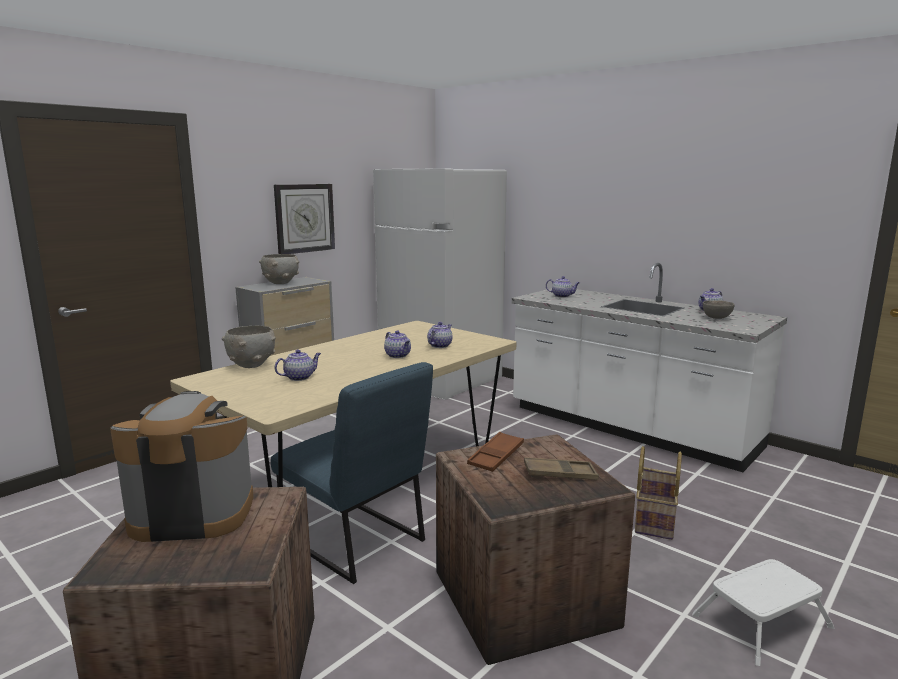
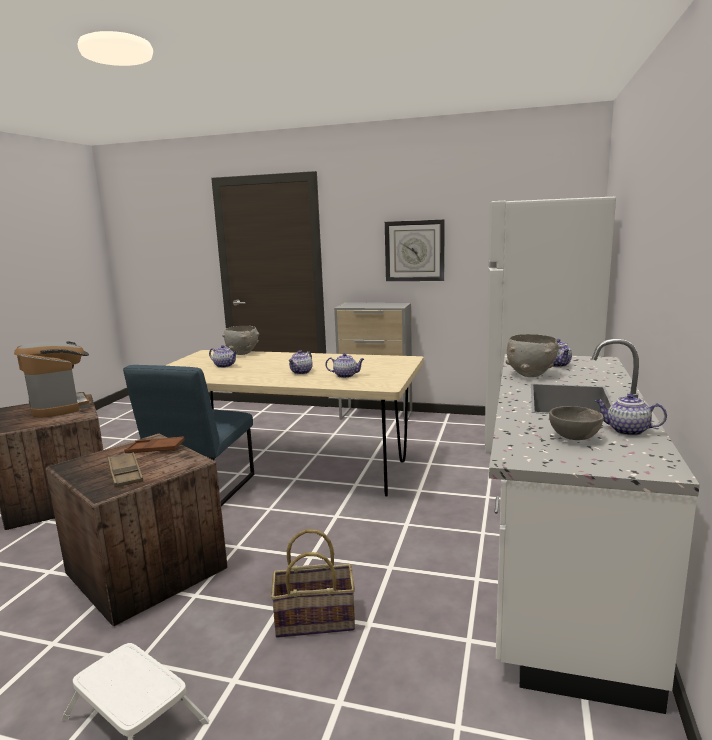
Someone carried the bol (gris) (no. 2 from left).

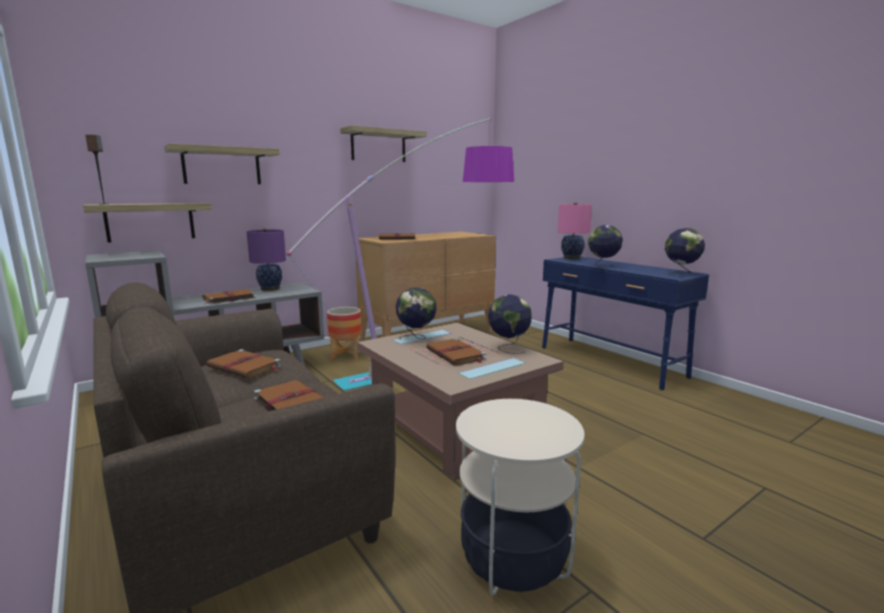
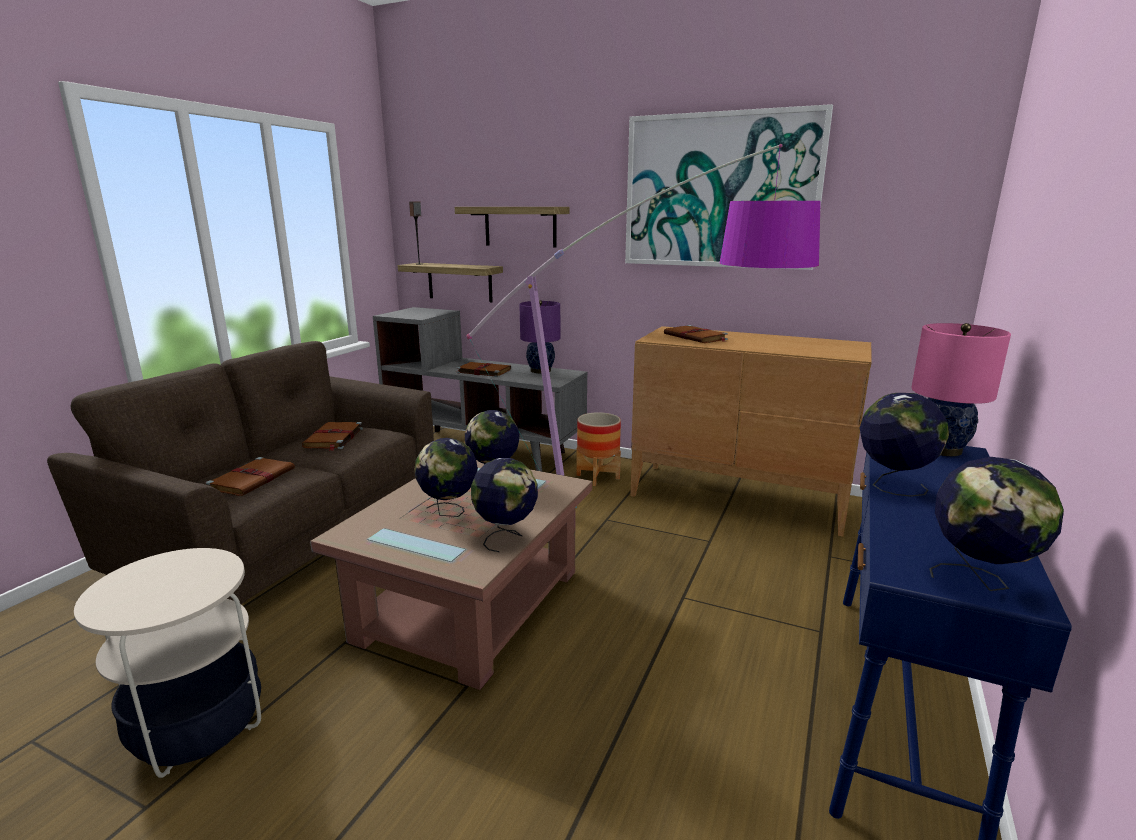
Someone swapped the livre (marron) (no. 5 from left) for the globe (no. 1 from left). Someone swapped the étagère (no. 3 from left) for the tableau.

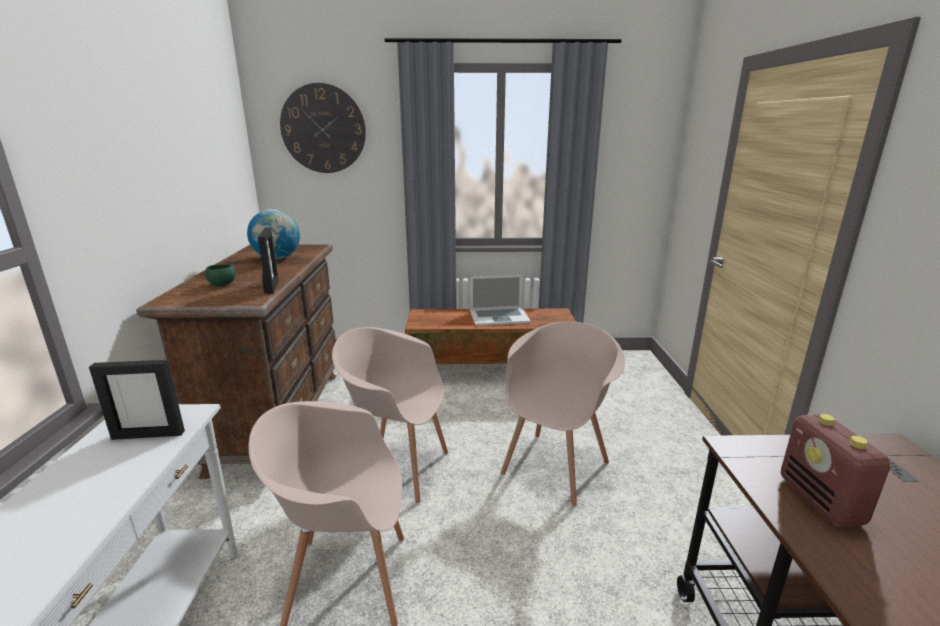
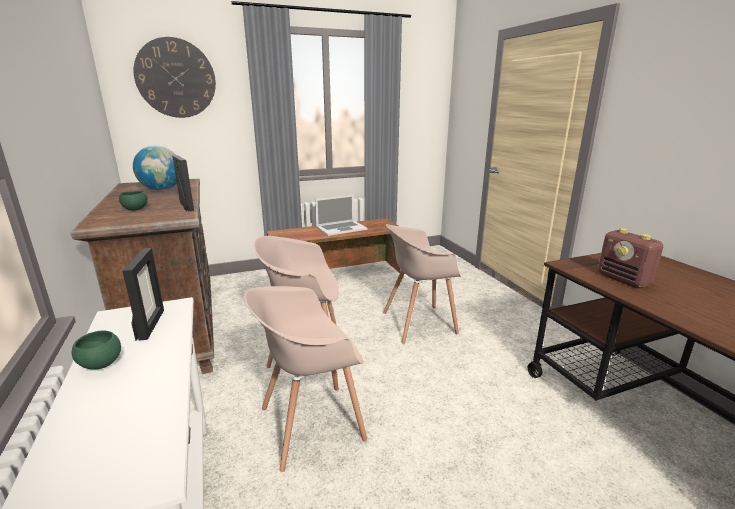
Someone put down the bol (vert) (no. 1 from left). Someone rotated the cadre photo (no. 1 from left) by 75 degrees counterclockwise. Someone rotated the chaise (beige) (no. 3 from left) by 120 degrees counterclockwise.

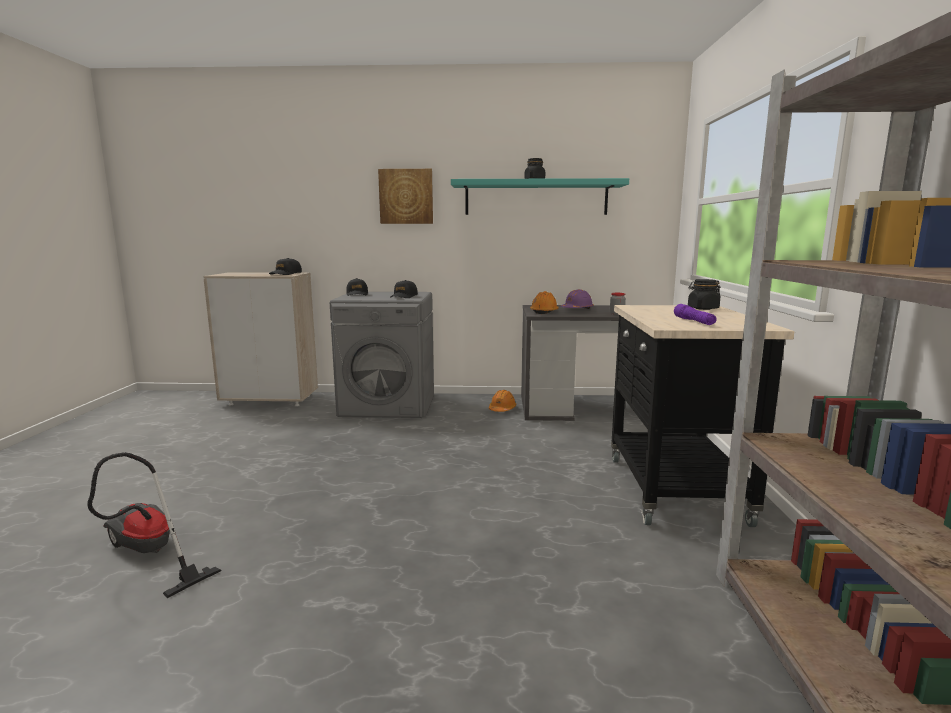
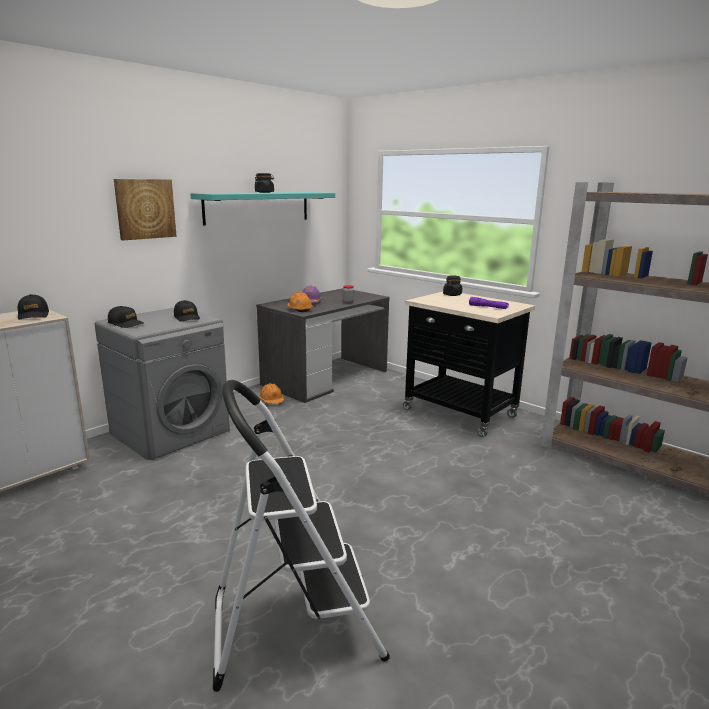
Someone swapped the aspirateur for the escabeau.

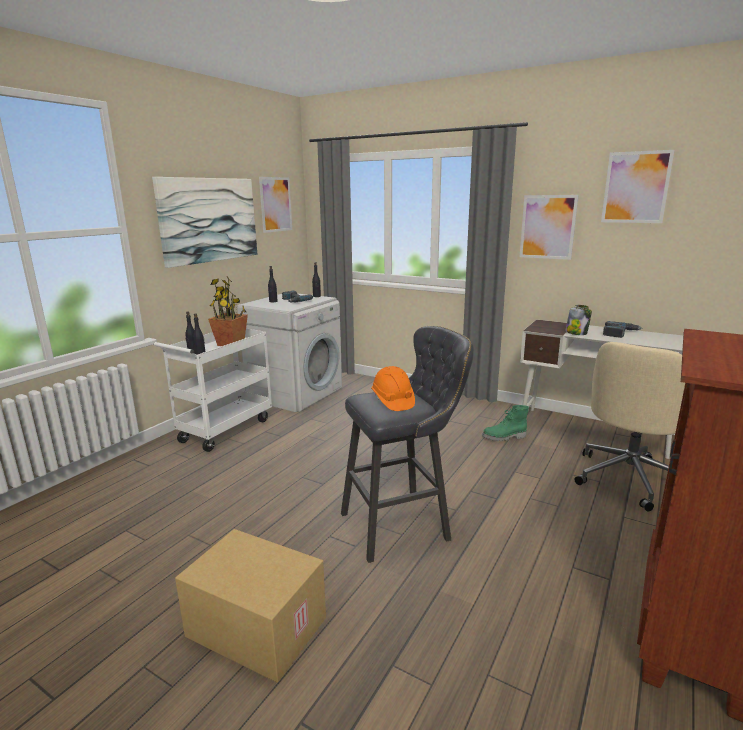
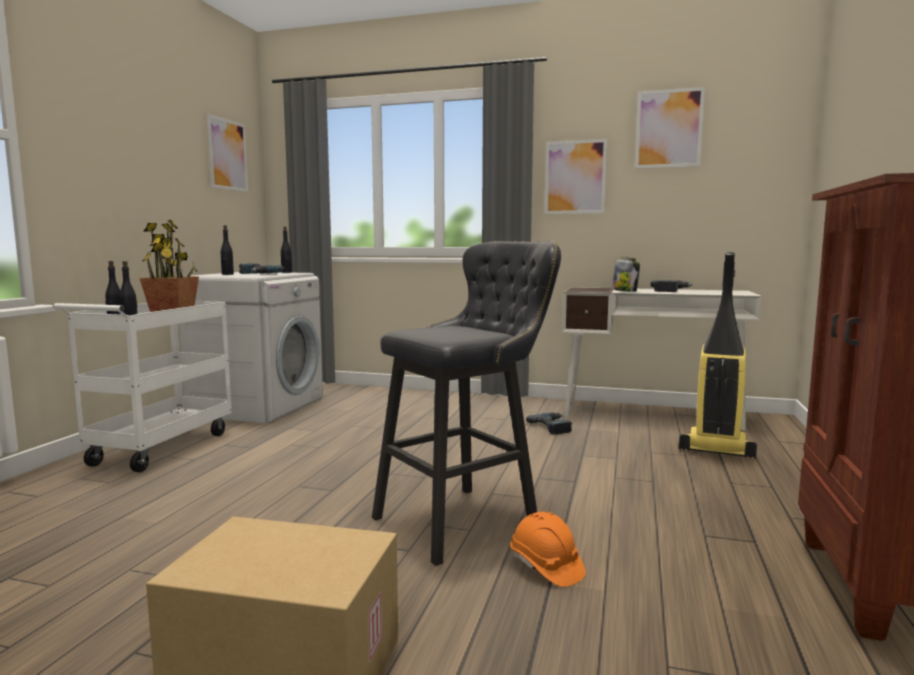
Someone carried the casque de chantier (orange). Someone swapped the botte (vert) for the perceuse (no. 2 from left). Someone swapped the chaise de bureau (beige) for the aspirateur. Someone took away the tableau (no. 1 from left).

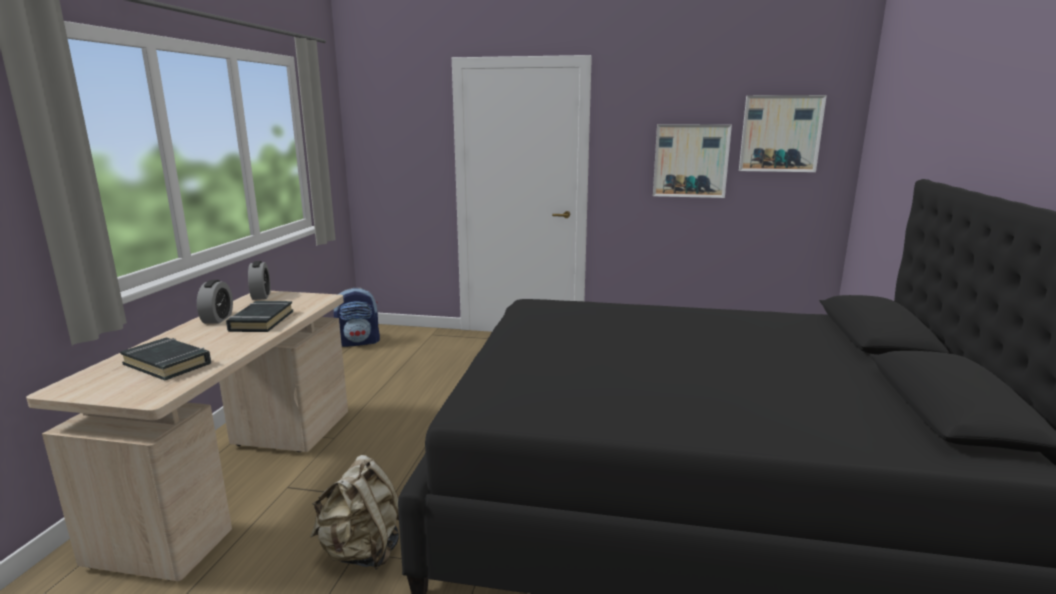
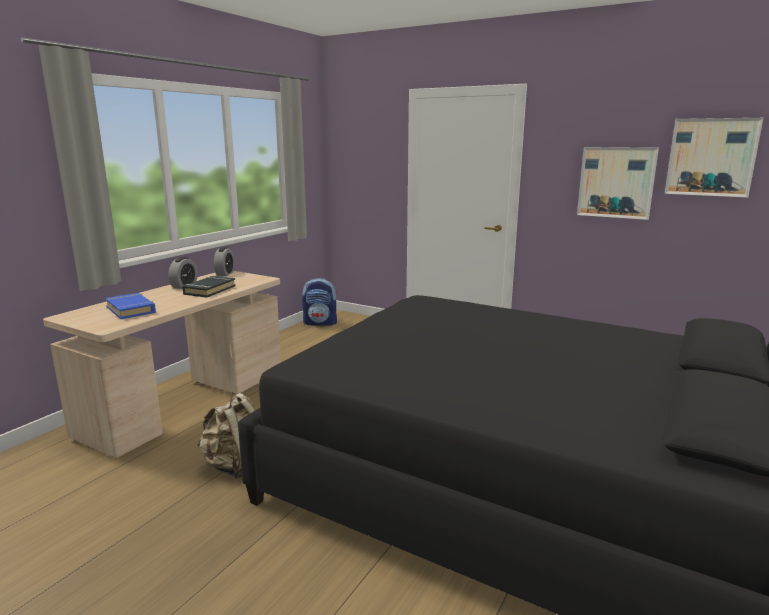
Someone repainted the livre (noir) (no. 1 from left), which became the livre (bleu).

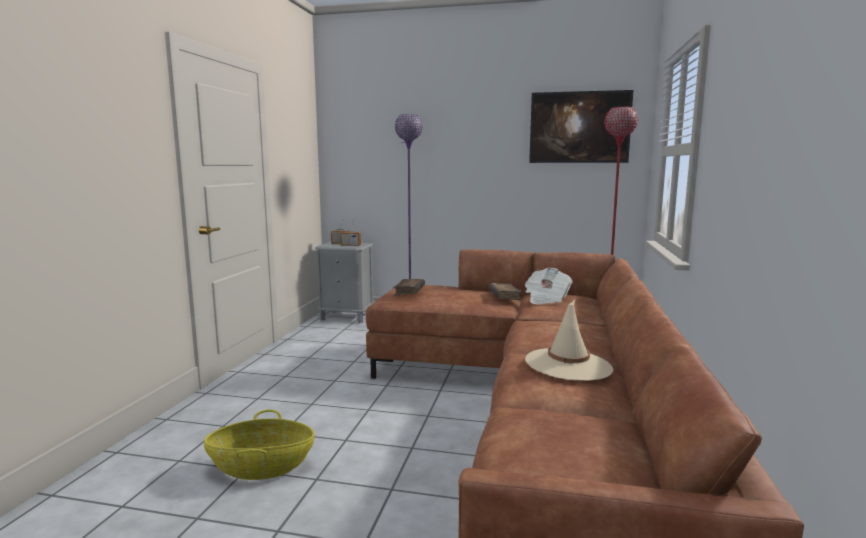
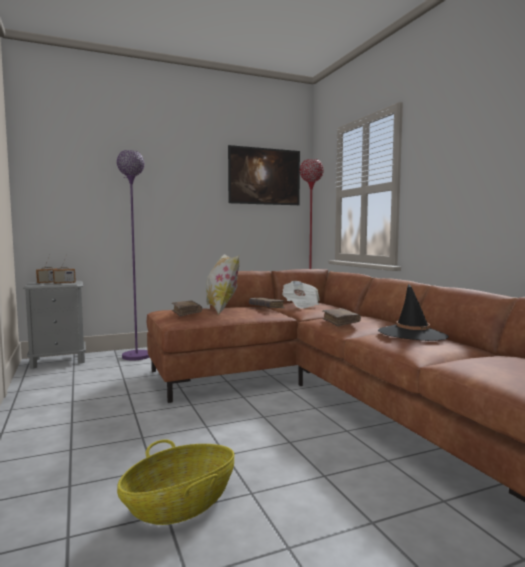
Someone put down the coussin. Someone put down the livre (marron) (no. 3 from left). Someone repainted the chapeau (beige), which became the chapeau (noir).

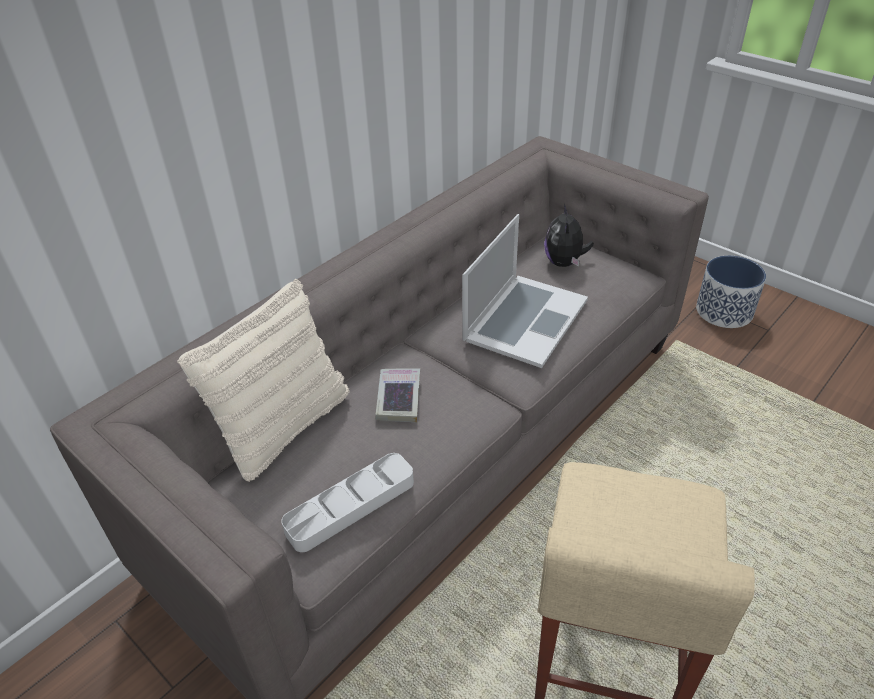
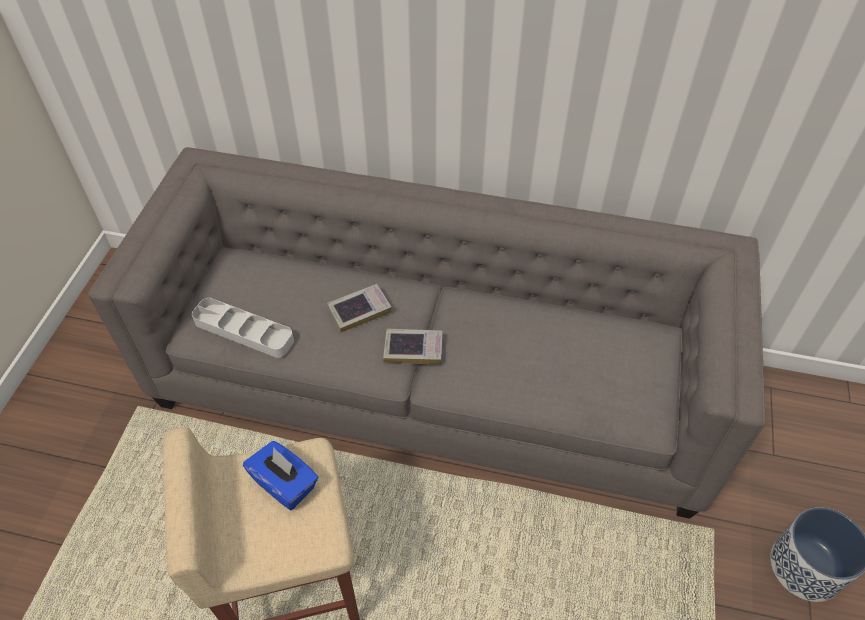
Someone put down the boîte à mouchoirs (bleu). Someone put down the livre (no. 2 from left). Someone took away the coussin (beige). Someone took away the ordinateur portable. Someone took away the peluche.

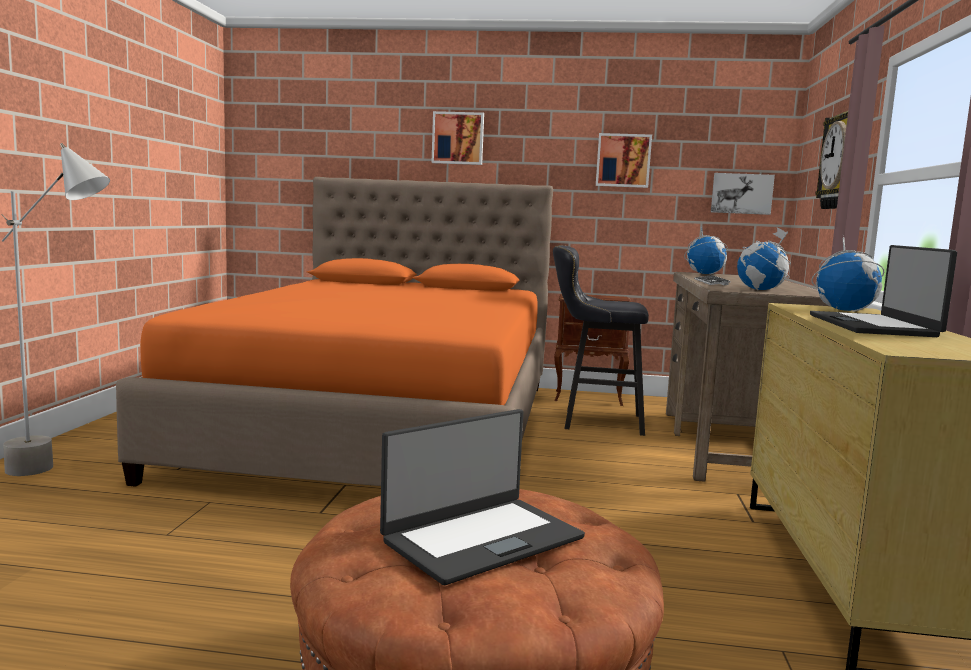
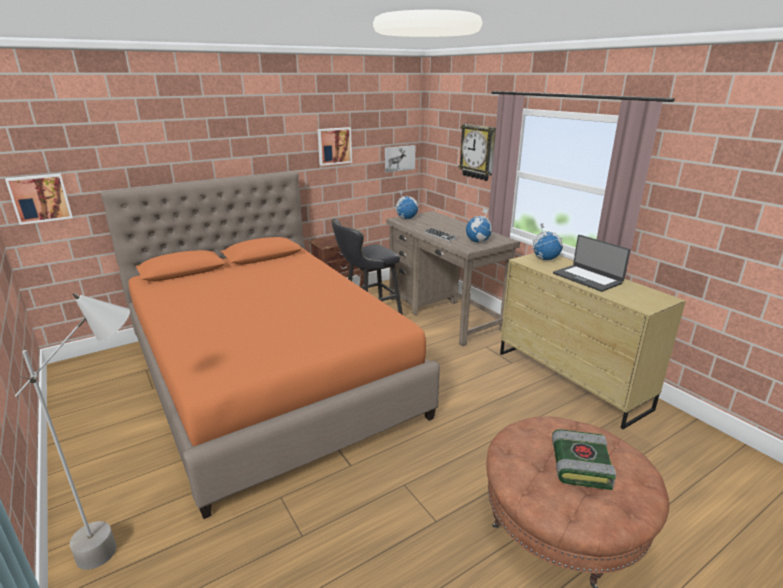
Someone carried the tableau (no. 1 from left). Someone swapped the ordinateur portable (no. 1 from left) for the livre.

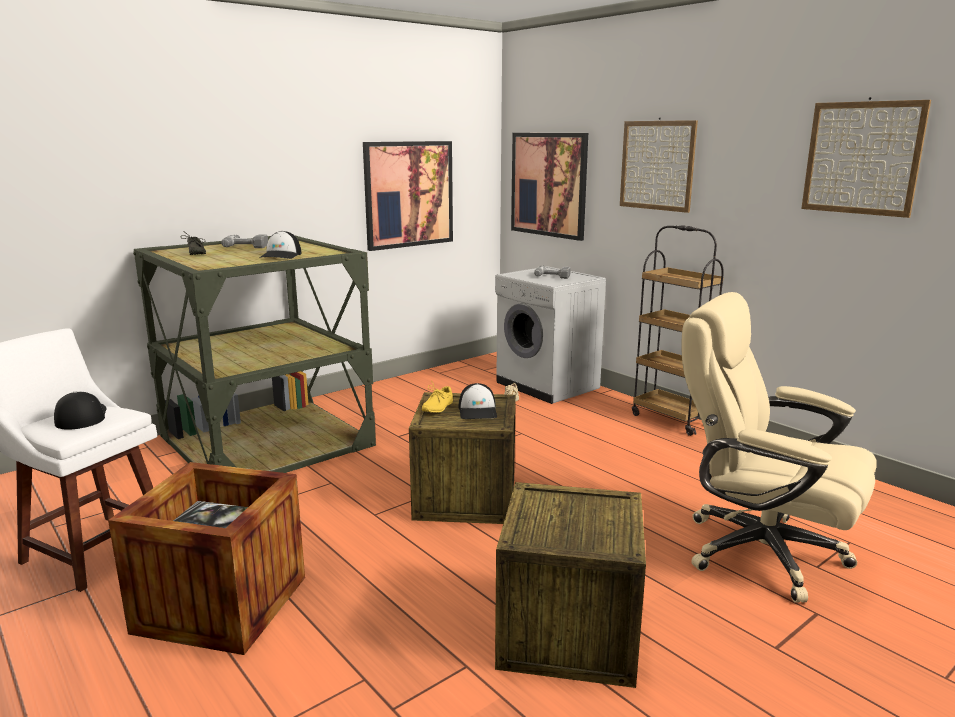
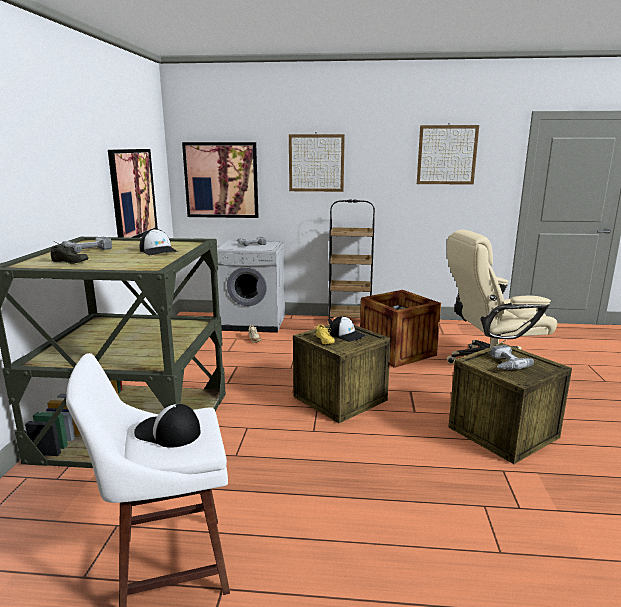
Someone carried the caisse (no. 1 from left in the first image). Someone put down the perceuse (no. 3 from left).

